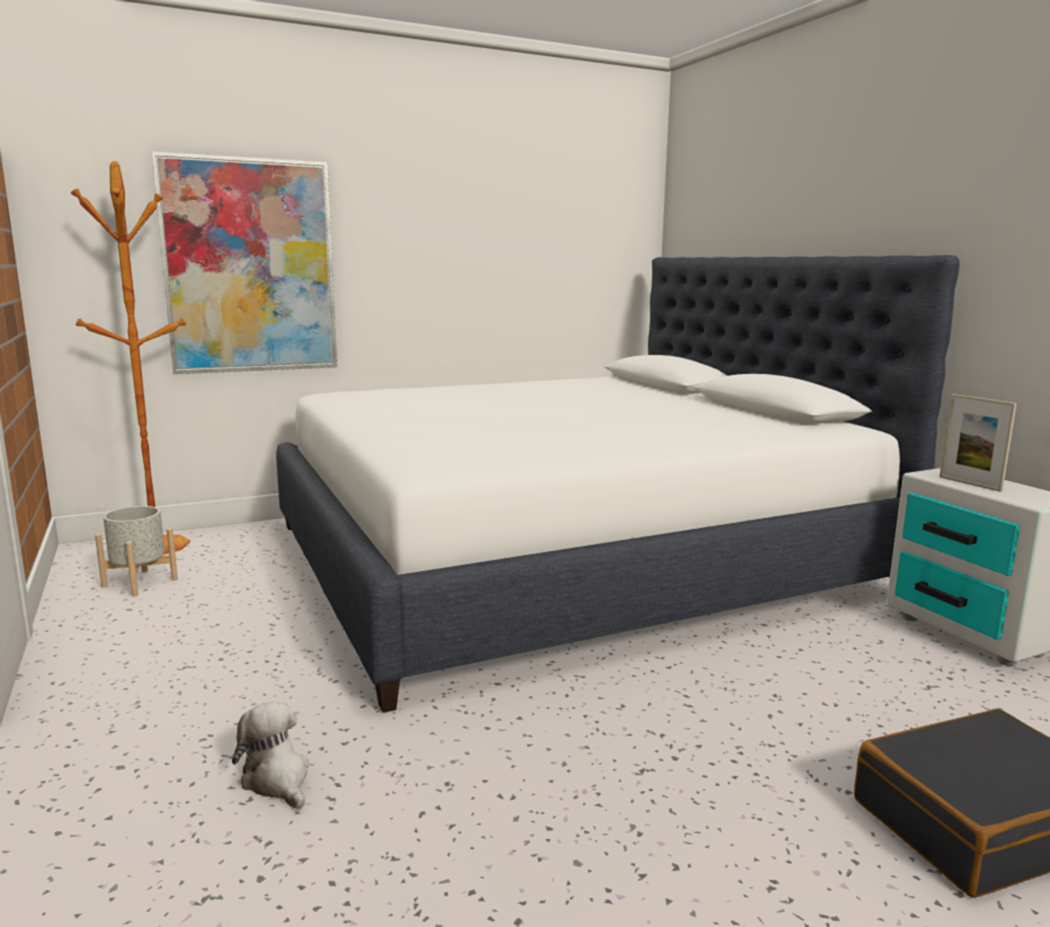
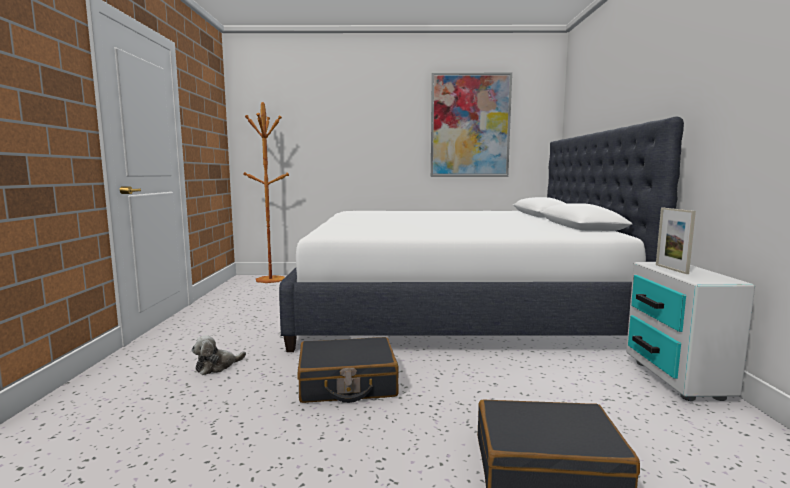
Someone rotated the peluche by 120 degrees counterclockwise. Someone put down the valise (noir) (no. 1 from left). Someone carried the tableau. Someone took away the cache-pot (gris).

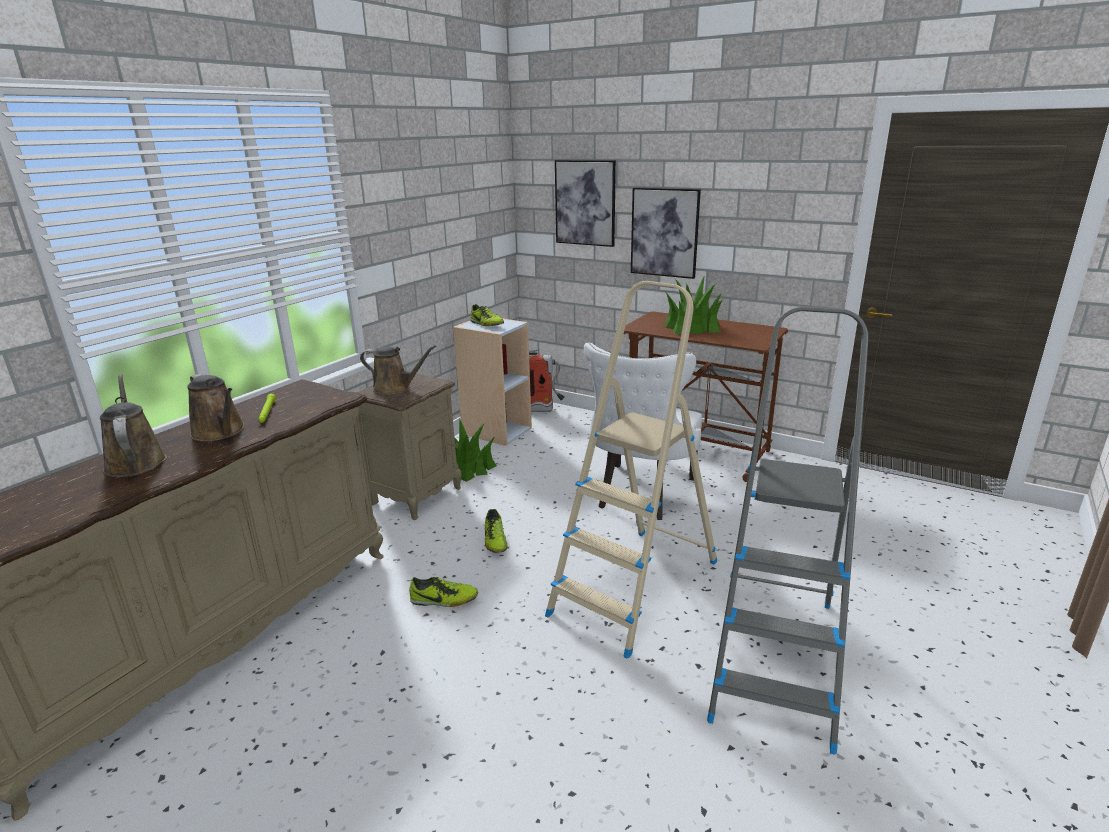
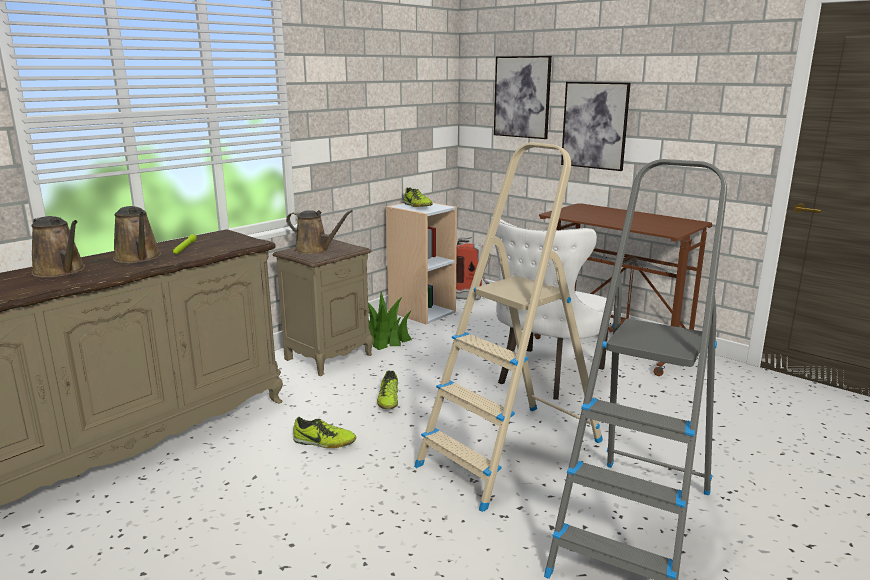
Someone rotated the arrosoir (marron) (no. 1 from left) by 150 degrees clockwise. Someone took away the plante en pot (no. 2 from left).

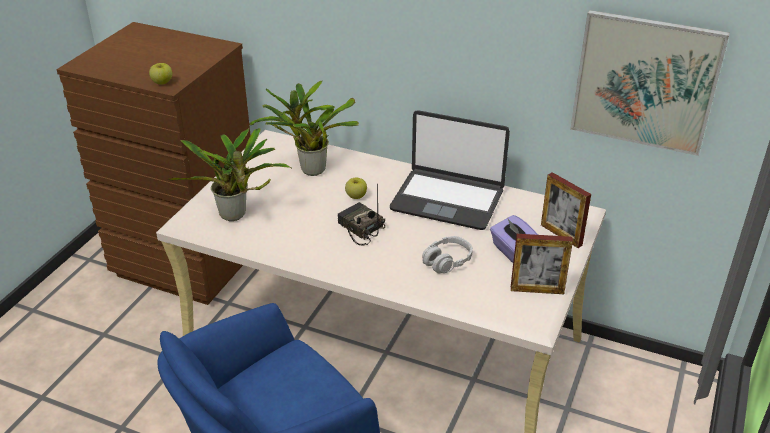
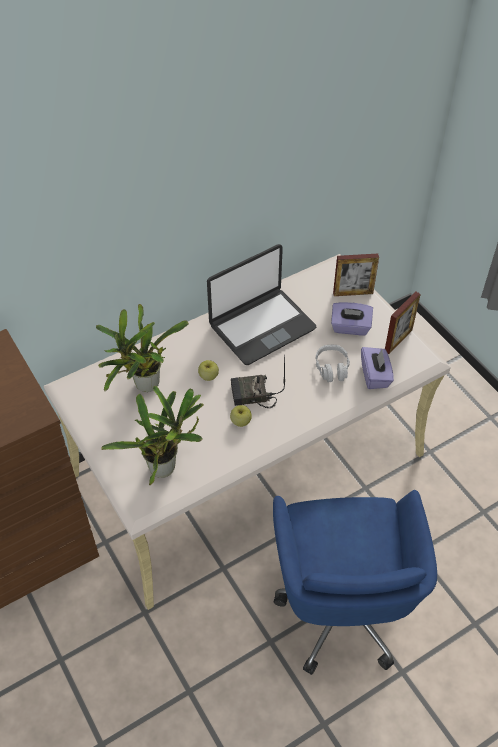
Someone carried the pomme (no. 1 from left in the first image). Someone put down the boîte à mouchoirs (violet) (no. 2 from left). Someone took away the tableau.

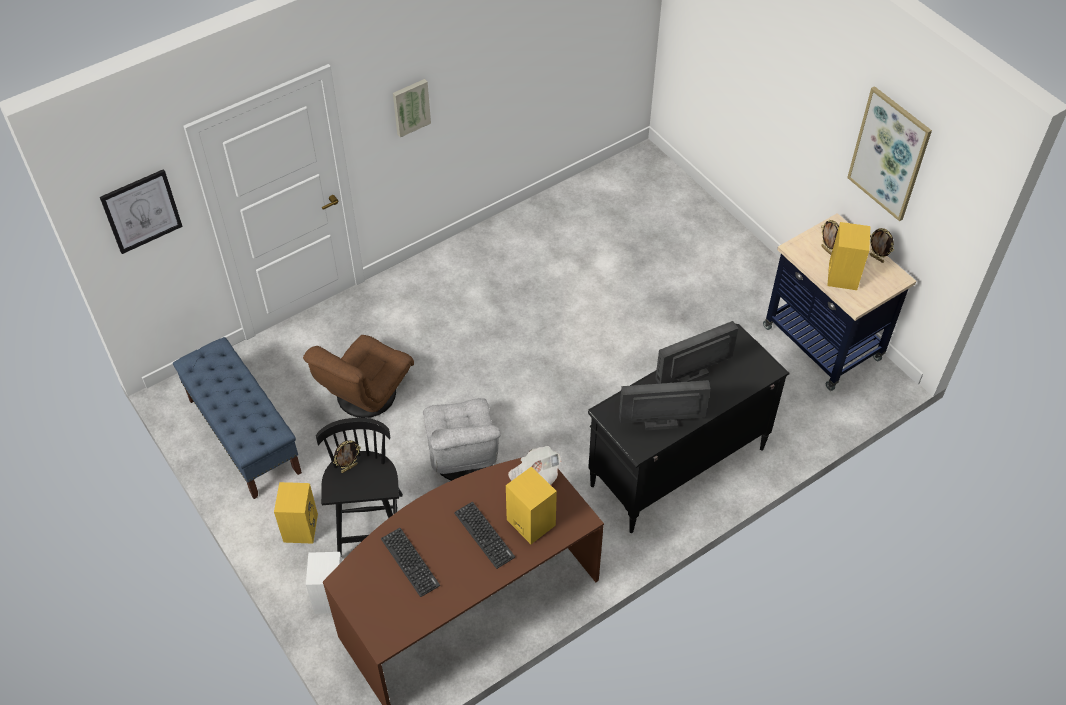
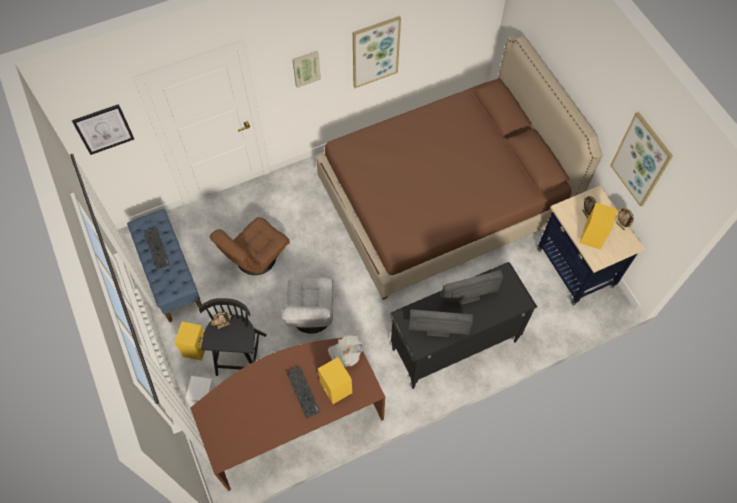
Someone carried the clavier (no. 1 from left). Someone put down the lit (marron). Someone put up the tableau (no. 3 from left).

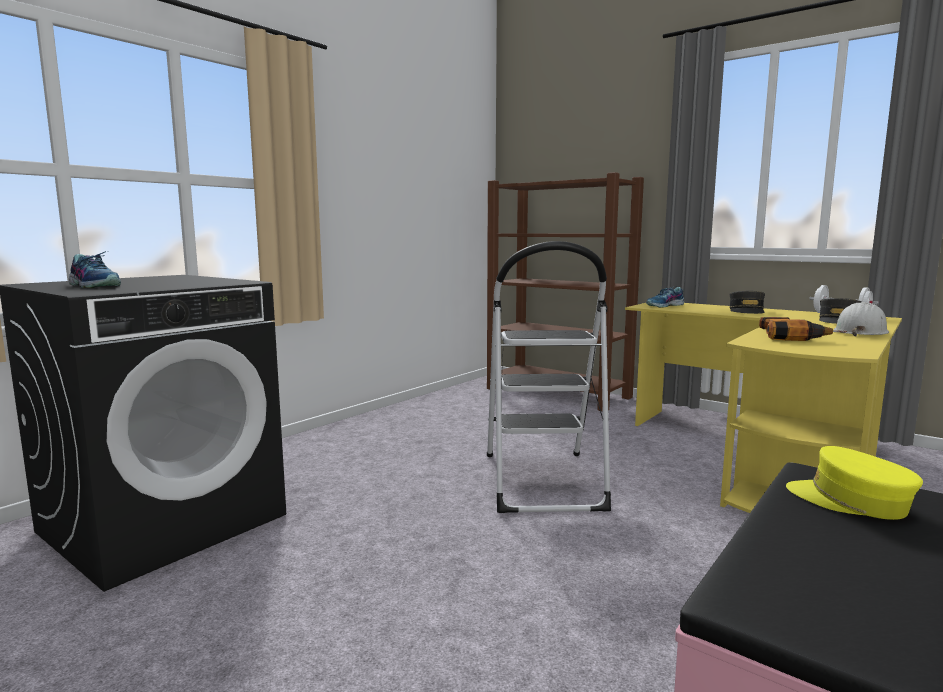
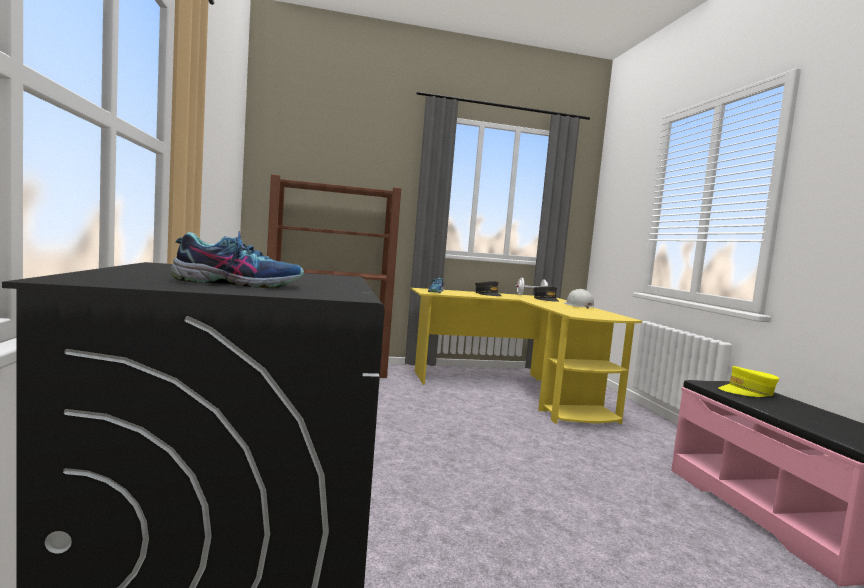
Someone took away the escabeau. Someone took away the perceuse.

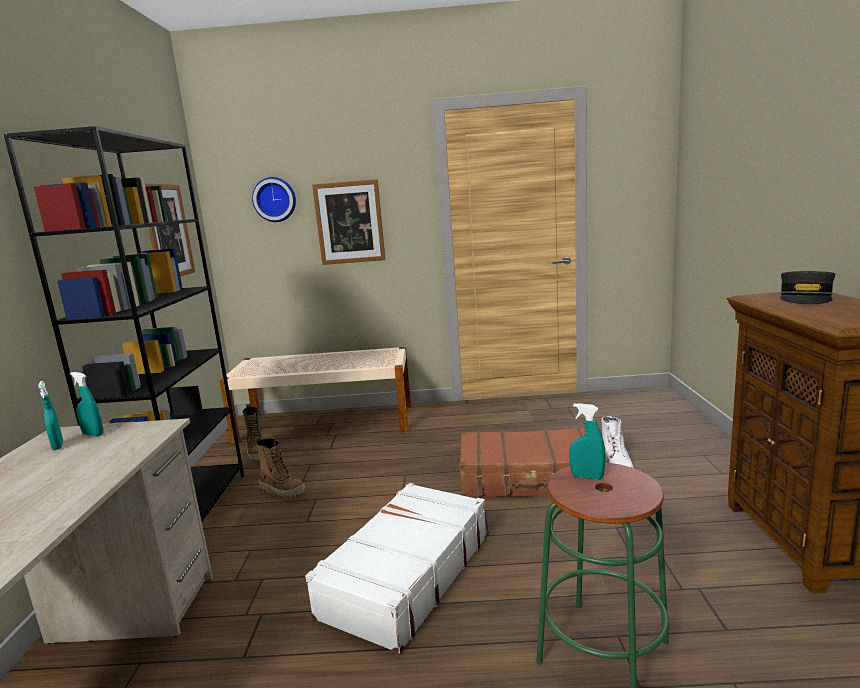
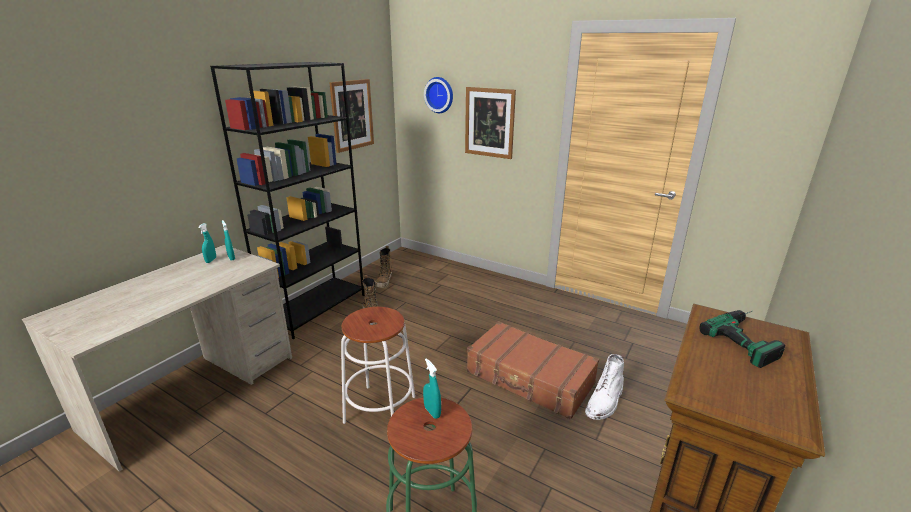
Someone swapped the valise (blanc) for the tabouret (blanc). Someone swapped the casquette (gris) for the perceuse. Someone took away the banc (beige).

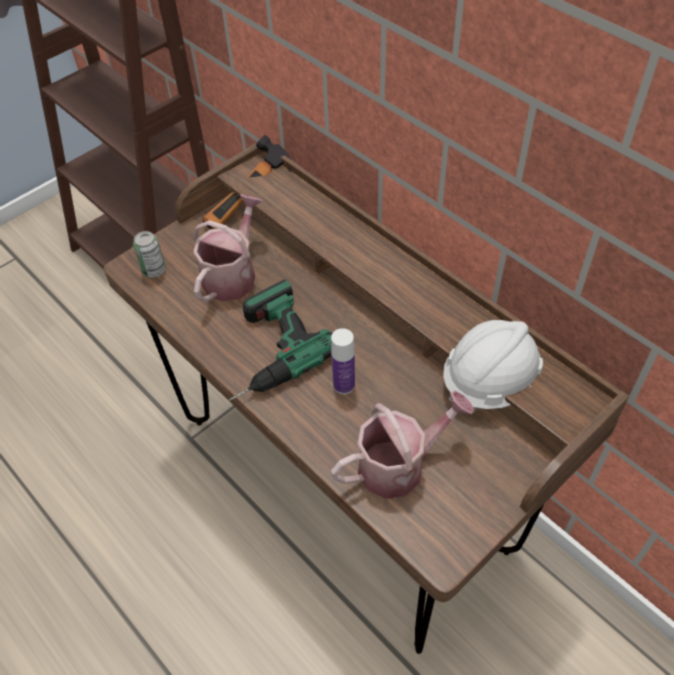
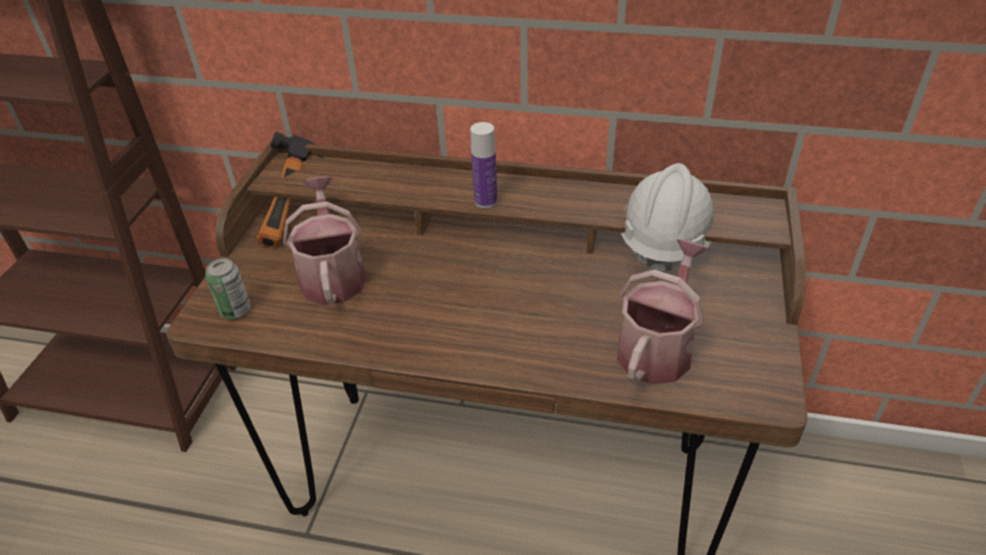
Someone carried the bouteille. Someone took away the perceuse.

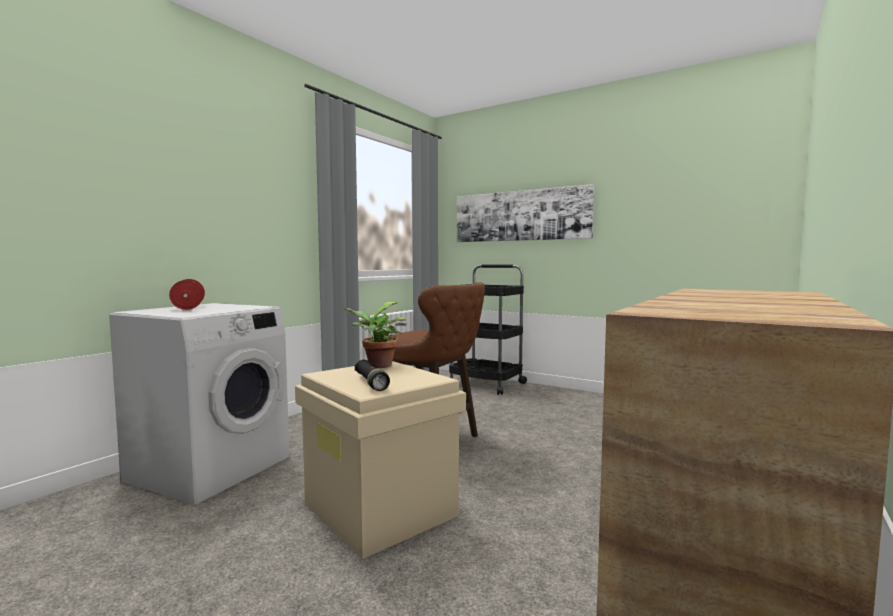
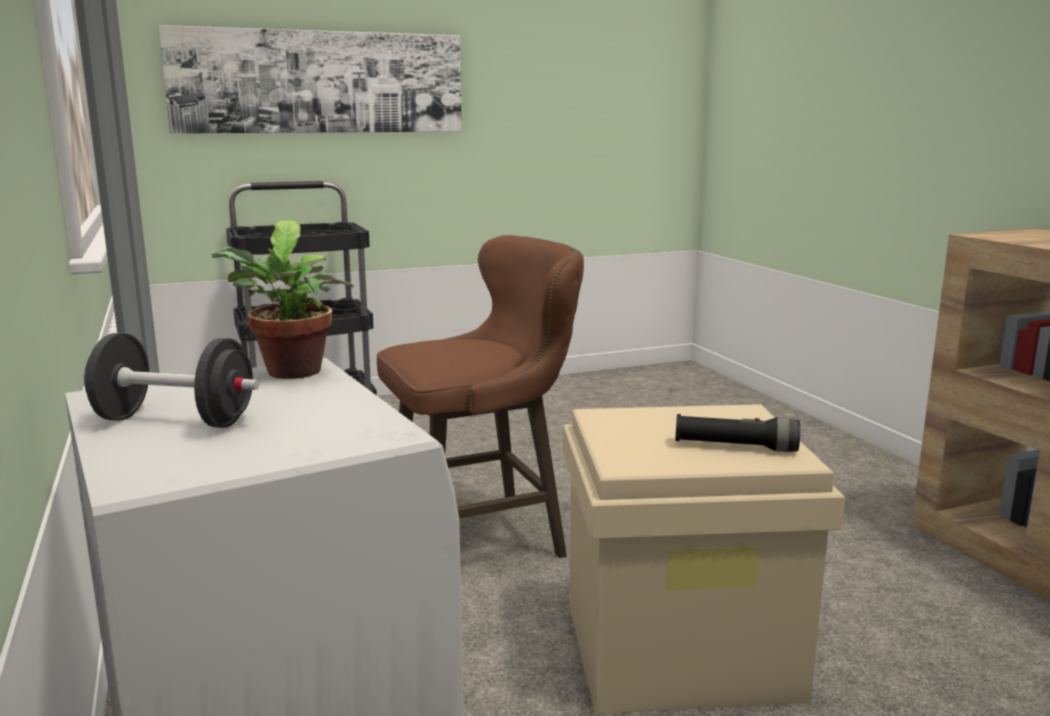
Someone repainted the haltère (rouge), which became the haltère (noir). Someone carried the plante en pot.

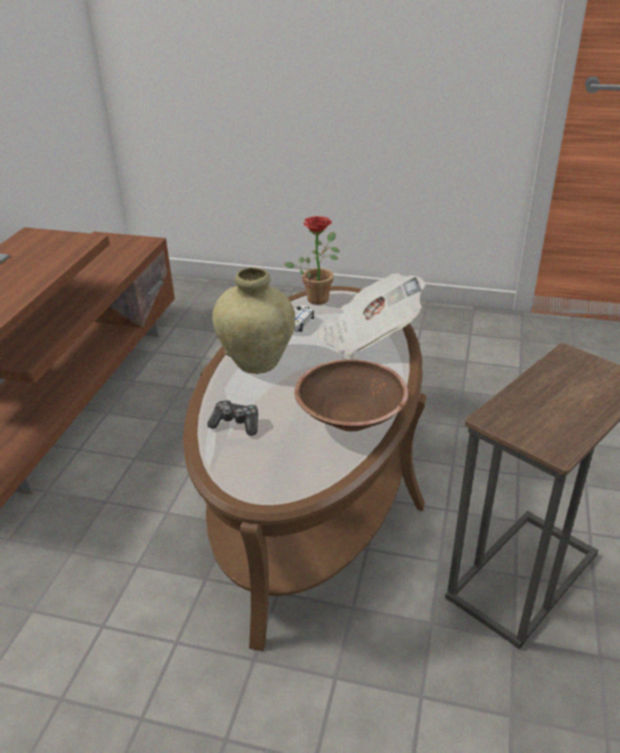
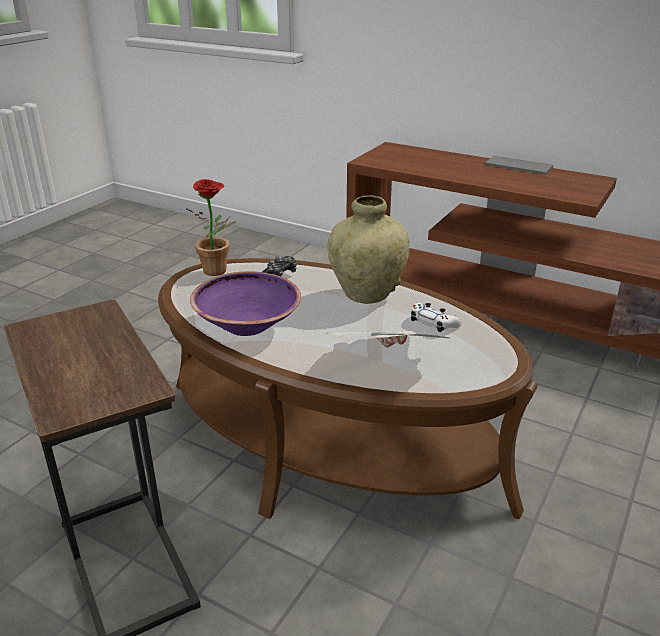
Someone carried the plante en pot. Someone repainted the bol (marron), which became the bol (violet).

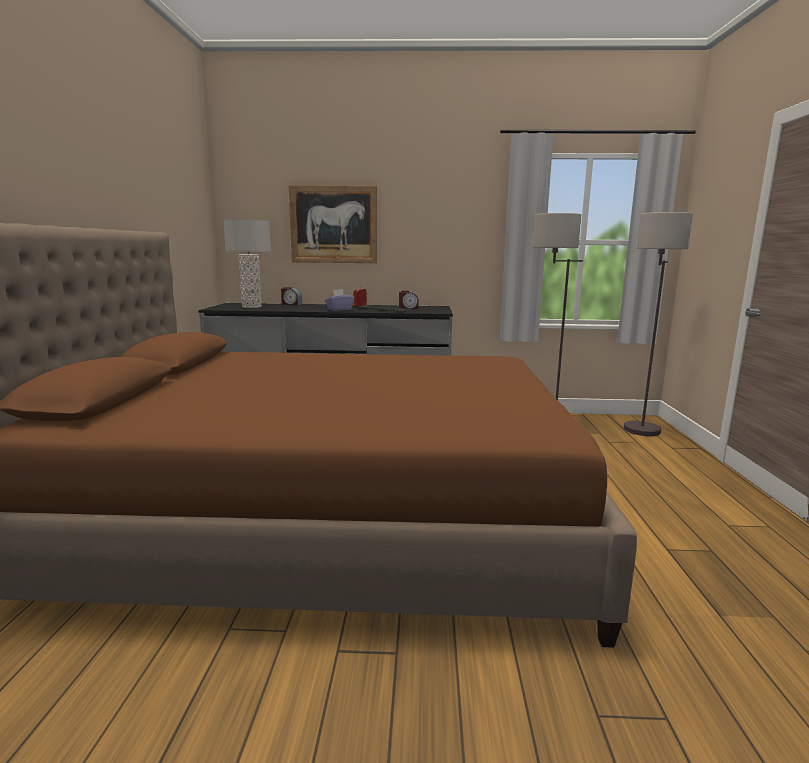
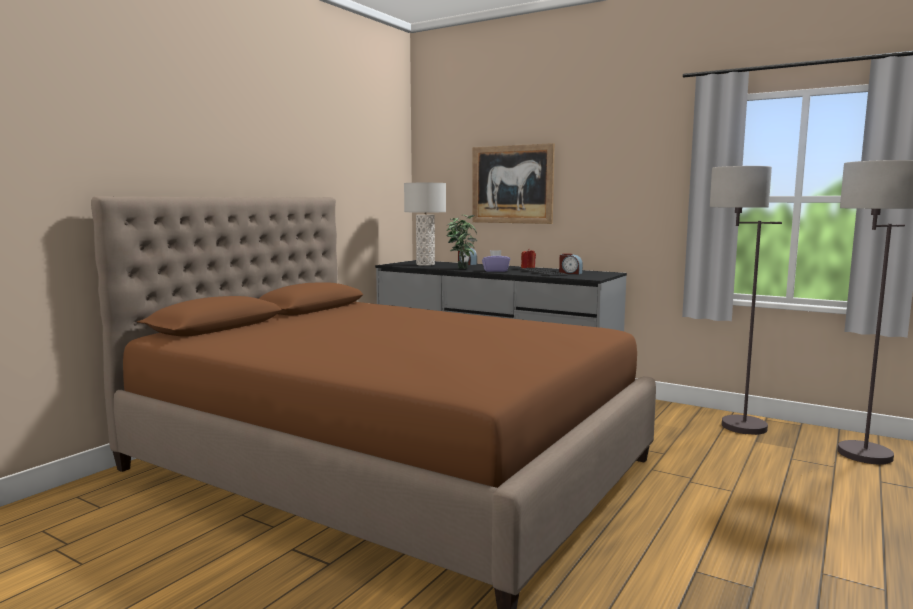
Someone put down the plante en pot.

